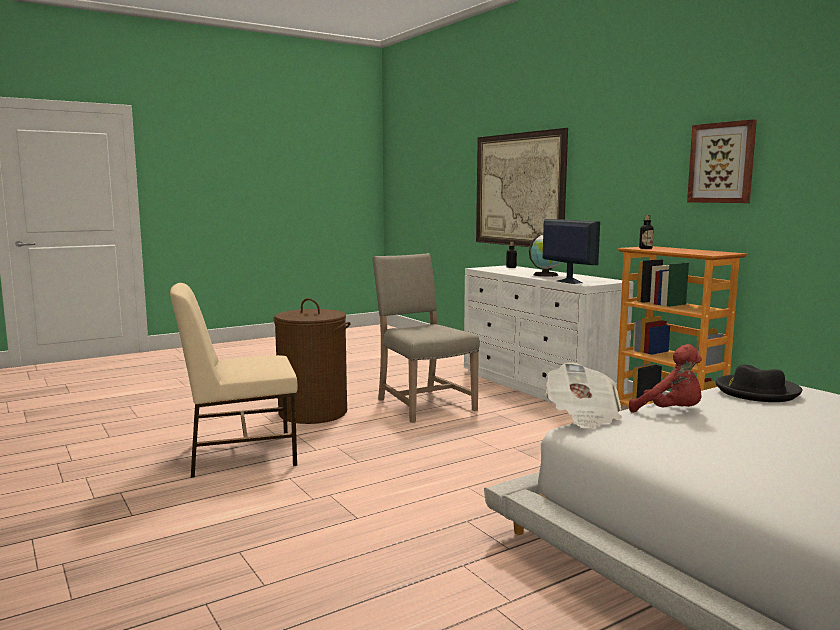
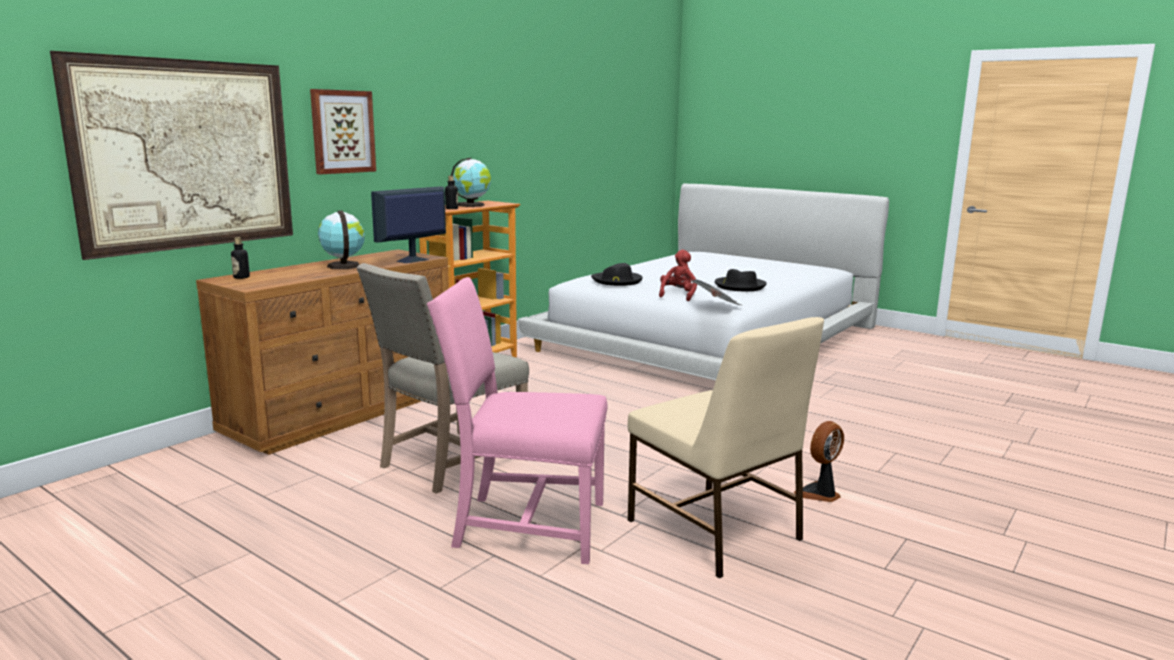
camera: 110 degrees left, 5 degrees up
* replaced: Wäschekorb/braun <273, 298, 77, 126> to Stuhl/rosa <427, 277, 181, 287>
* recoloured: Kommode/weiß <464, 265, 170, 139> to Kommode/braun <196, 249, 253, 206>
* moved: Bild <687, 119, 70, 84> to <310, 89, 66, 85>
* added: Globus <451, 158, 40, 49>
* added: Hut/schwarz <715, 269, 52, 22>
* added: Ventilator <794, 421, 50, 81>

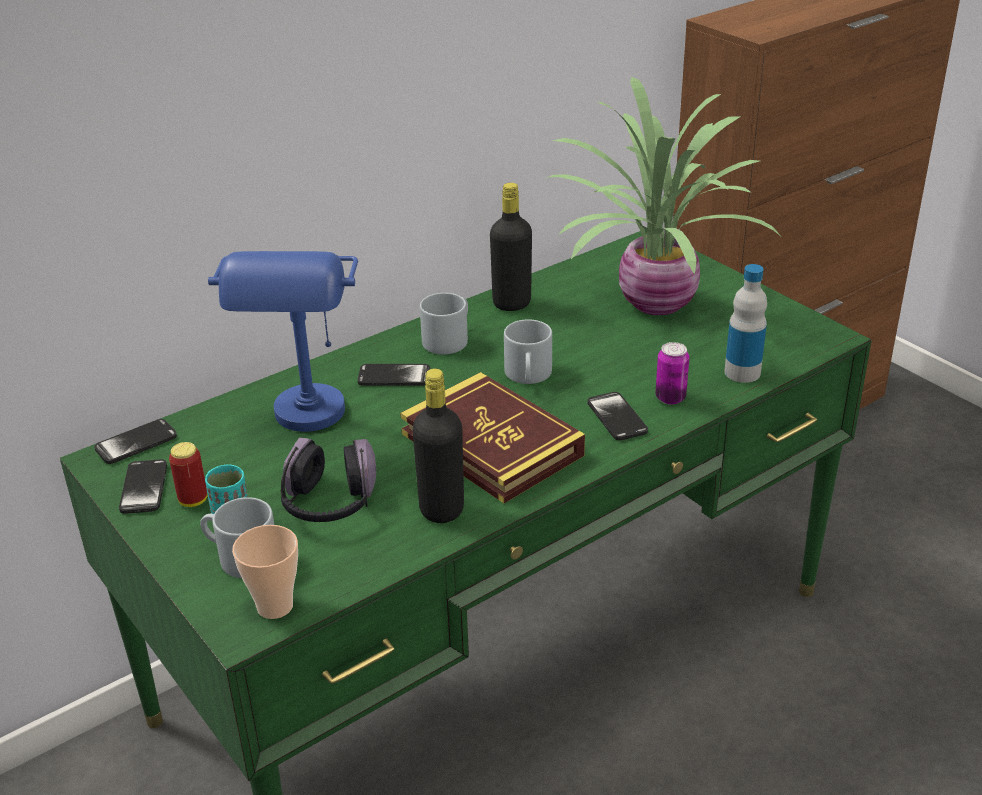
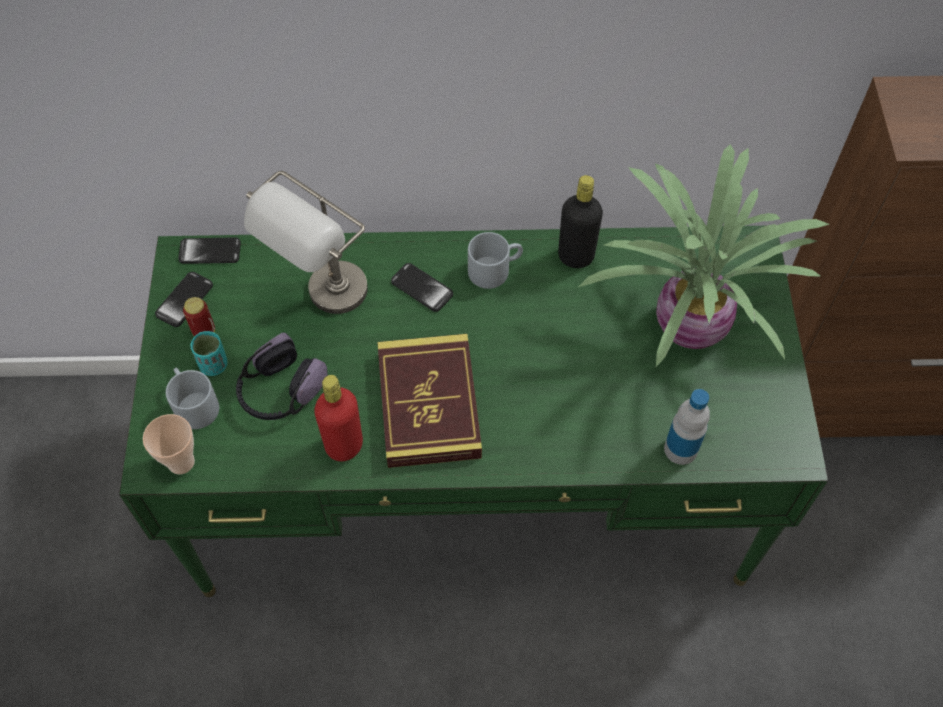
camera: 35 degrees right, 25 degrees up
* recoloured: Tischlampe/blau <208, 251, 150, 181> to Tischlampe/grau <244, 171, 124, 143>
* recoloured: Flasche/schwarz <412, 368, 52, 155> to Flasche/rot <314, 375, 49, 86>
* removed: Henkelbecher/grau <504, 320, 48, 64>
* removed: Handy <587, 392, 61, 48>
* removed: Dose <655, 342, 34, 62>

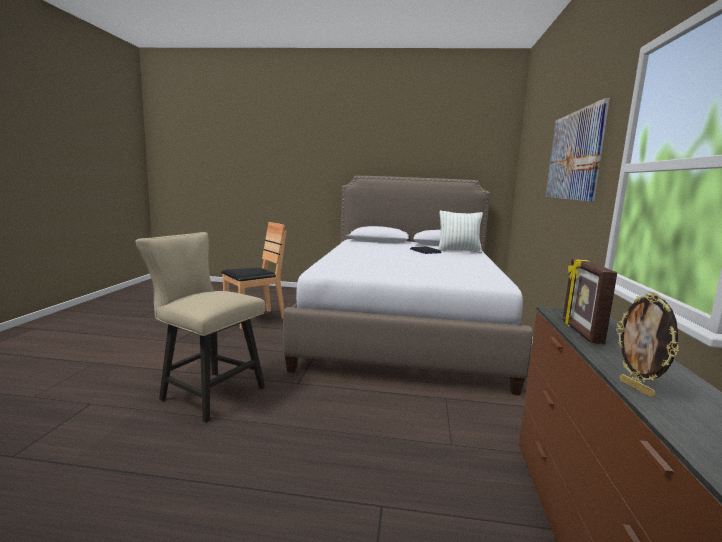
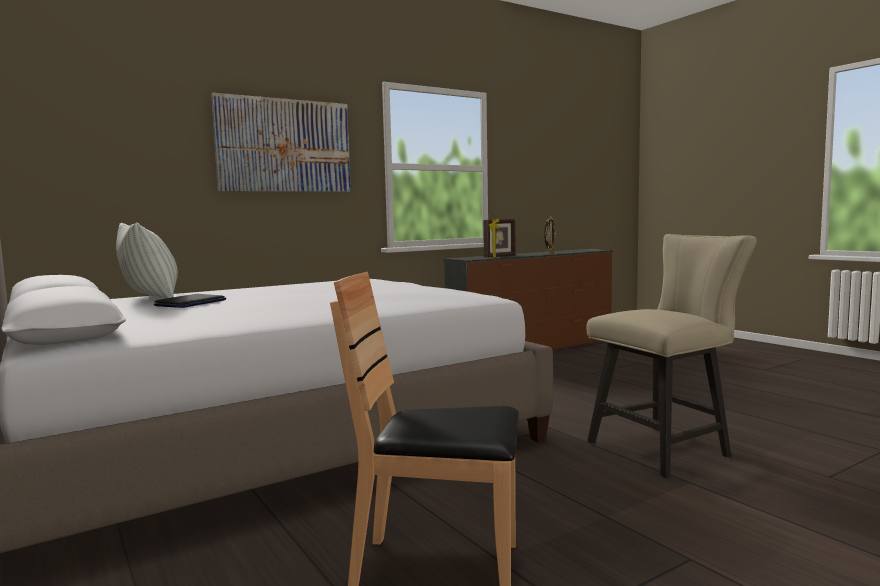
camera: 130 degrees left, 5 degrees down
* turned: Stuhl/beige <136, 232, 130, 191> = <587, 234, 170, 244> 105 degrees counterclockwise

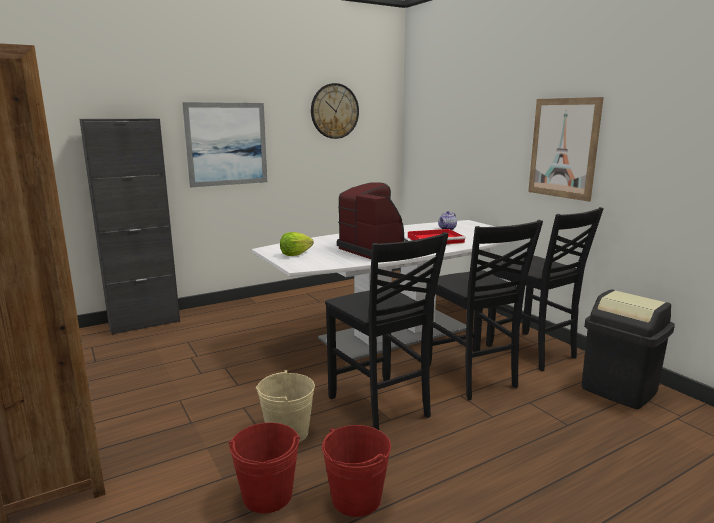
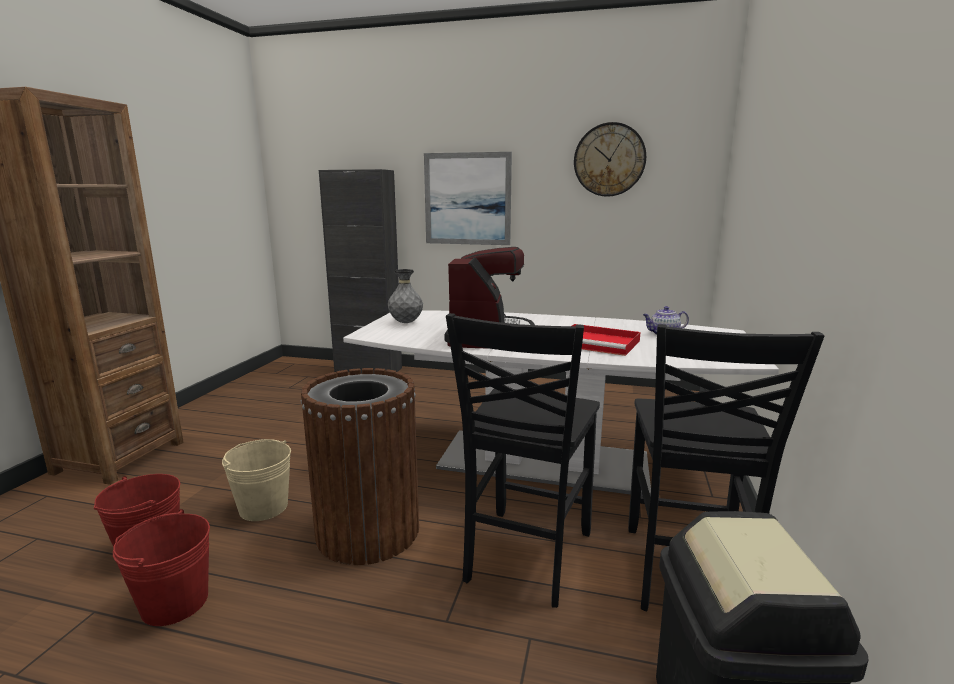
camera: 45 degrees right, 0 degrees up
* replaced: Salatkopf <280, 232, 34, 24> to Vase/grau <388, 269, 35, 54>
* replaced: Stuhl/schwarz <325, 232, 124, 198> to Mülleimer/braun <300, 368, 119, 197>
* removed: Bild <528, 97, 76, 105>

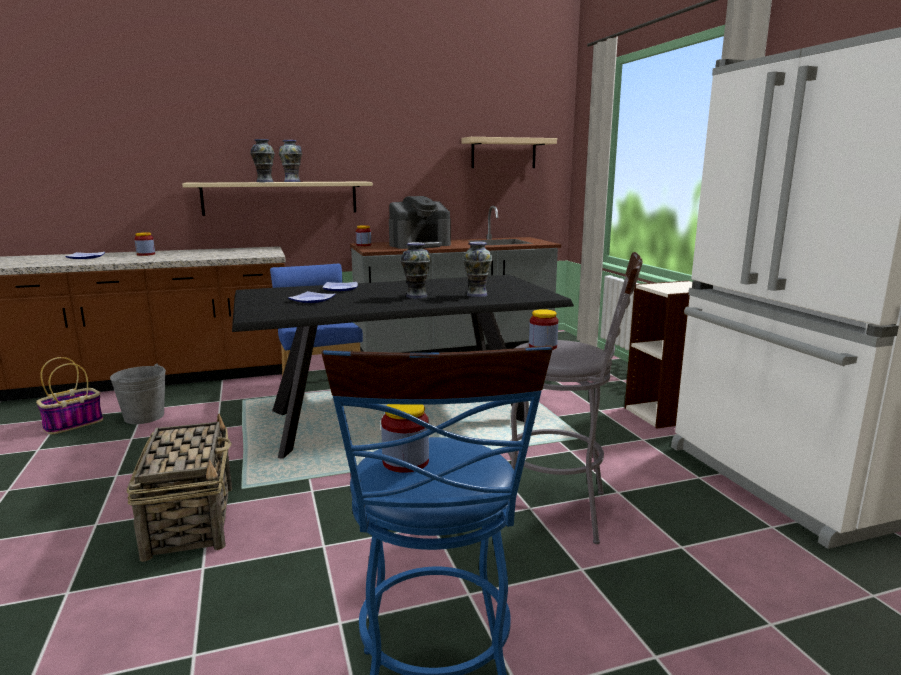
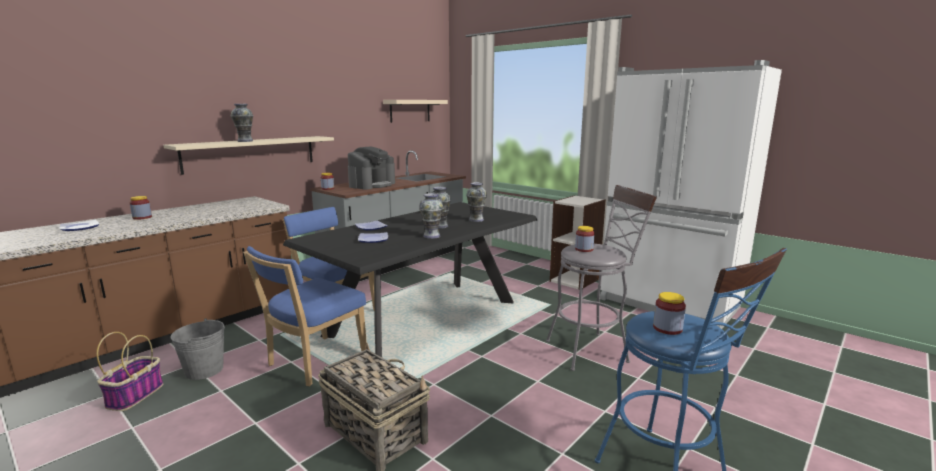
camera: 30 degrees left, 0 degrees up
* moved: Vase <279, 140, 23, 42> to <419, 193, 25, 46>
* added: Stuhl/blau <243, 246, 124, 140>

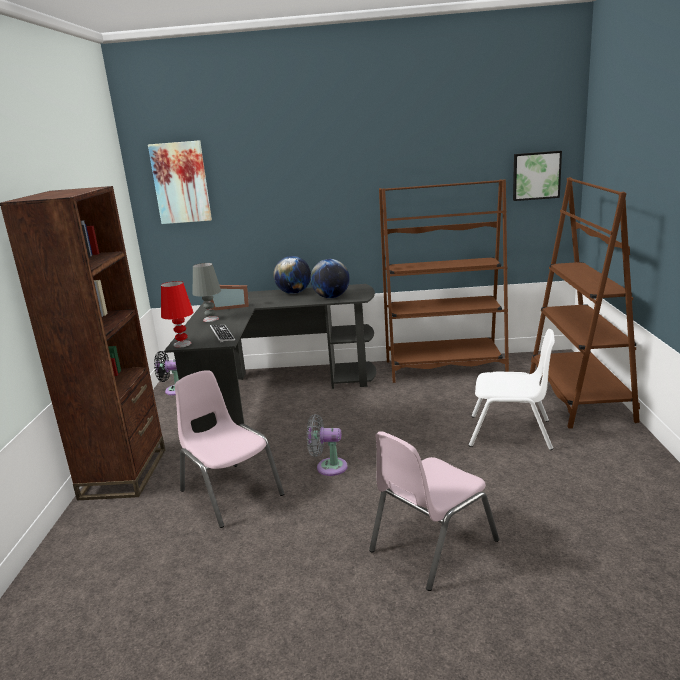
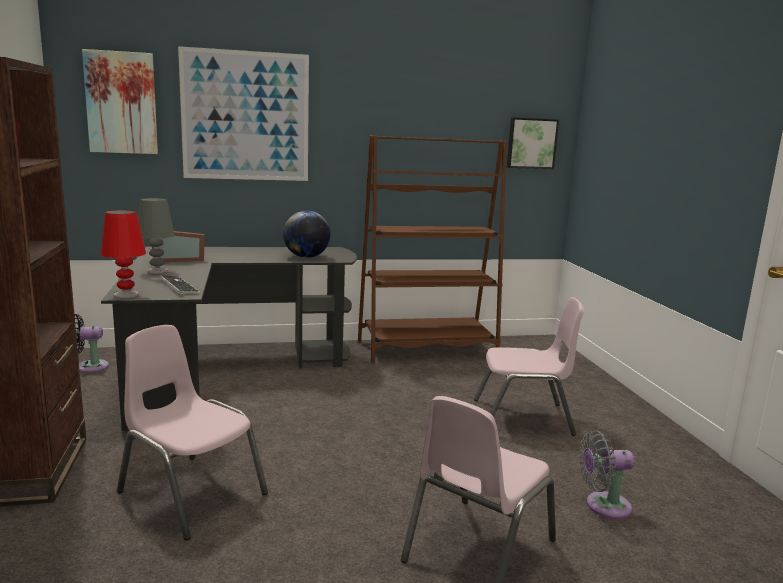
camera: 15 degrees left, 5 degrees down
* removed: Globus <273, 256, 38, 38>
* moved: Ventilator/grau <307, 414, 41, 62> to <579, 430, 56, 89>
* recoloured: Stuhl/weiß <469, 329, 86, 121> to Stuhl/rosa <474, 297, 110, 139>
* removed: Bücherregal/braun <530, 177, 110, 252>
* added: Bild <178, 46, 131, 135>

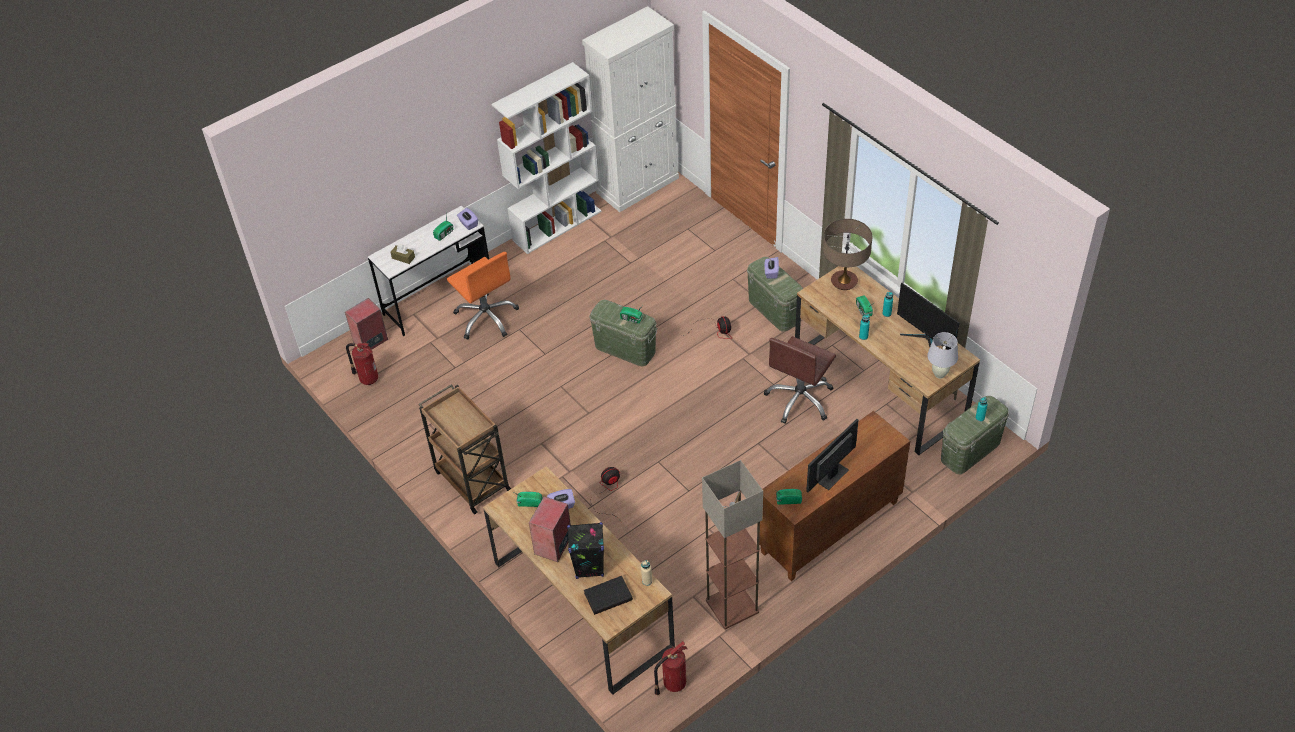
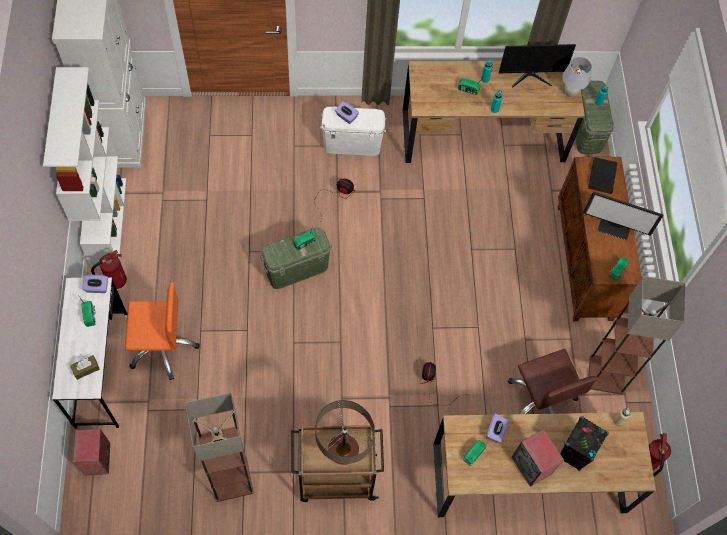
camera: 60 degrees left, 15 degrees up
* moved: Feuerlöscher <346, 343, 32, 42> to <91, 250, 36, 39>
* moved: Buch/schwarz <584, 576, 49, 39> to <588, 157, 29, 37>
* recoloured: Aufbewahrungsbox/grün <747, 257, 56, 75> to Aufbewahrungsbox/weiß <320, 107, 66, 49>
* moved: Bürostuhl/braun <764, 336, 72, 88> to <508, 349, 91, 65>
* turned: Monitor <806, 419, 52, 73> = <583, 191, 81, 49> 60 degrees counterclockwise
* moved: Tischlampe <823, 219, 49, 71> to <315, 400, 60, 65>
* added: Stehlampe <185, 393, 69, 109>

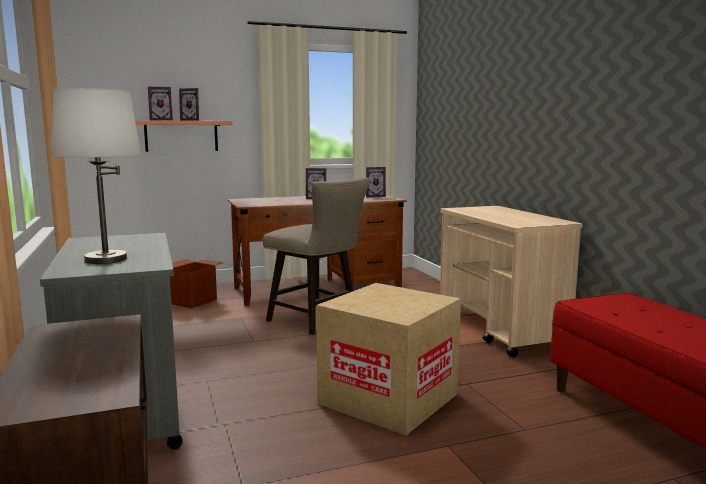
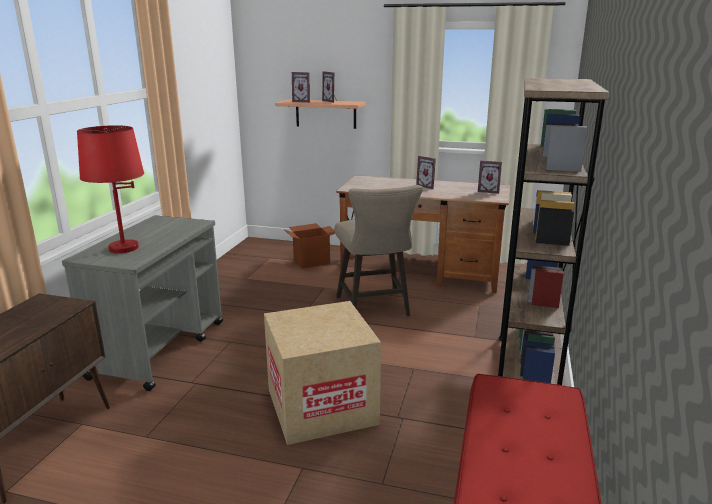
camera: 35 degrees right, 10 degrees up
* recoloured: Tischlampe/weiß <51, 88, 90, 176> to Tischlampe/rot <77, 125, 67, 128>
* replaced: Rollwagen/beige <440, 206, 143, 151> to Bücherregal/braun <498, 78, 112, 307>

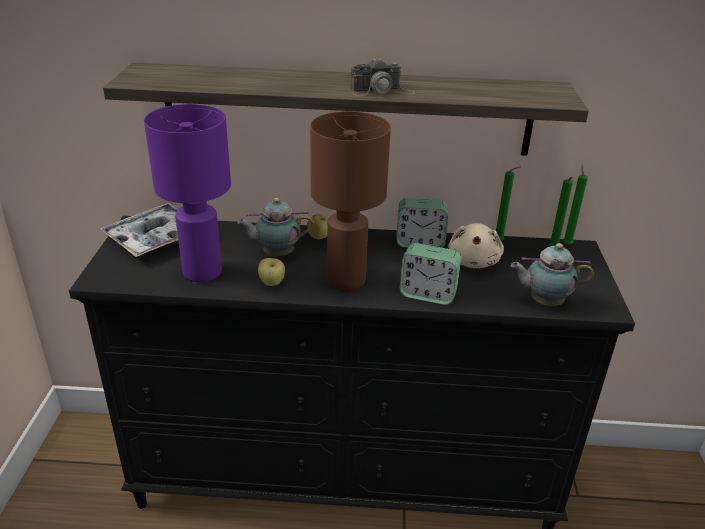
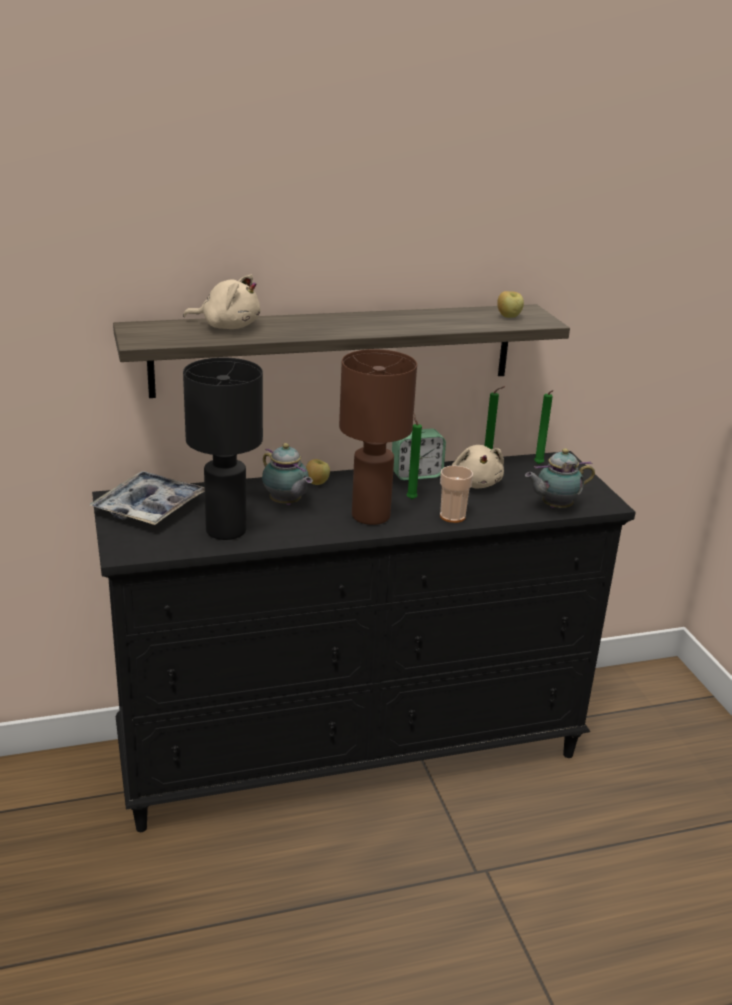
camera: 20 degrees left, 5 degrees down
* recoloured: Tischlampe/lila <144, 104, 87, 178> to Tischlampe/schwarz <183, 357, 80, 183>
* turned: Teekanne <237, 198, 77, 58> = <262, 443, 51, 62> 105 degrees counterclockwise
* moved: Apfel <258, 258, 27, 28> to <497, 291, 27, 27>
* removed: Kamera <350, 58, 66, 38>
* replaced: Wecker <399, 243, 62, 62> to Tasse <440, 466, 33, 57>
* moved: Kerze/grün <563, 164, 25, 81> to <407, 414, 15, 85>
* added: Plüschtier/beige <183, 275, 77, 54>

